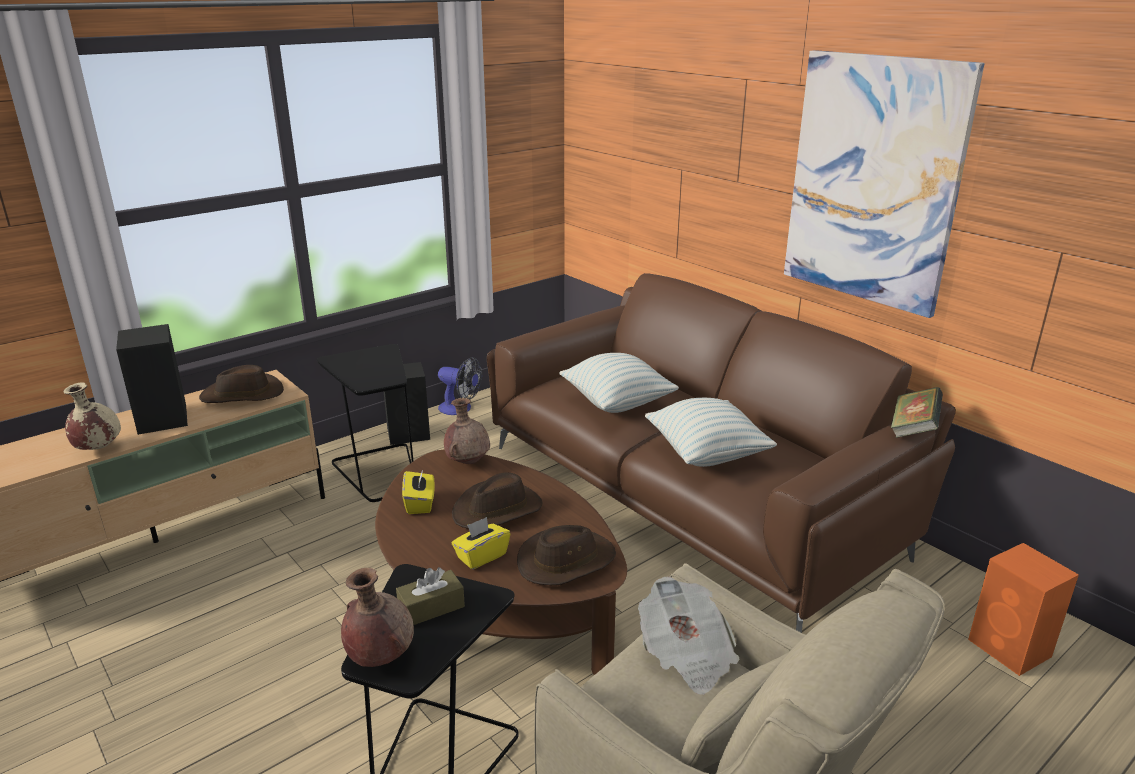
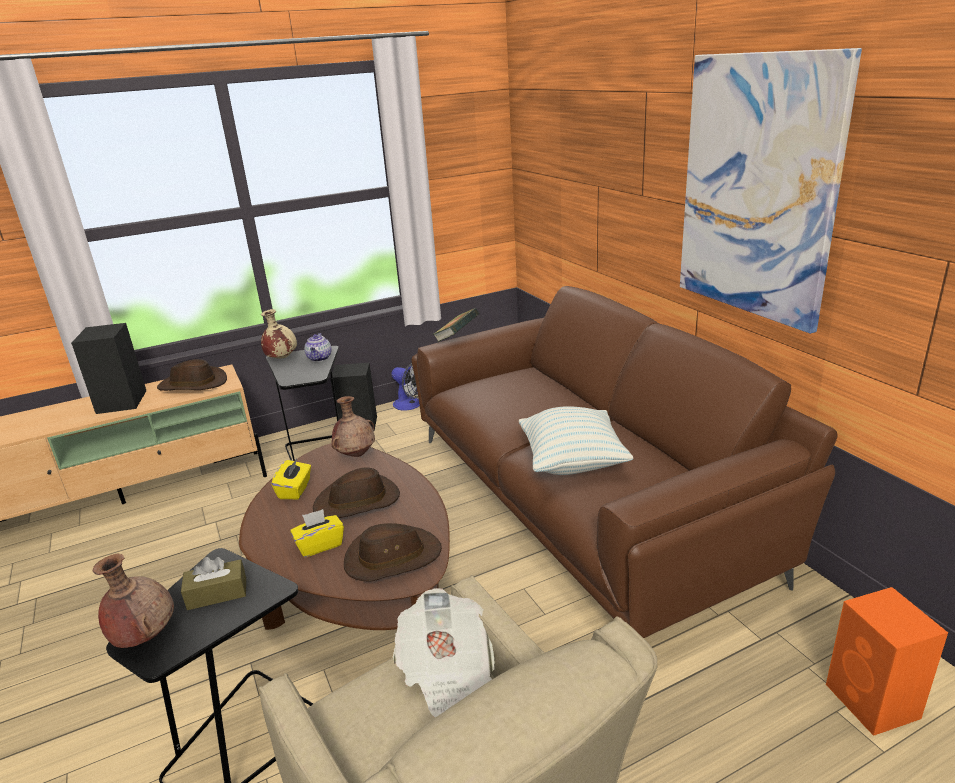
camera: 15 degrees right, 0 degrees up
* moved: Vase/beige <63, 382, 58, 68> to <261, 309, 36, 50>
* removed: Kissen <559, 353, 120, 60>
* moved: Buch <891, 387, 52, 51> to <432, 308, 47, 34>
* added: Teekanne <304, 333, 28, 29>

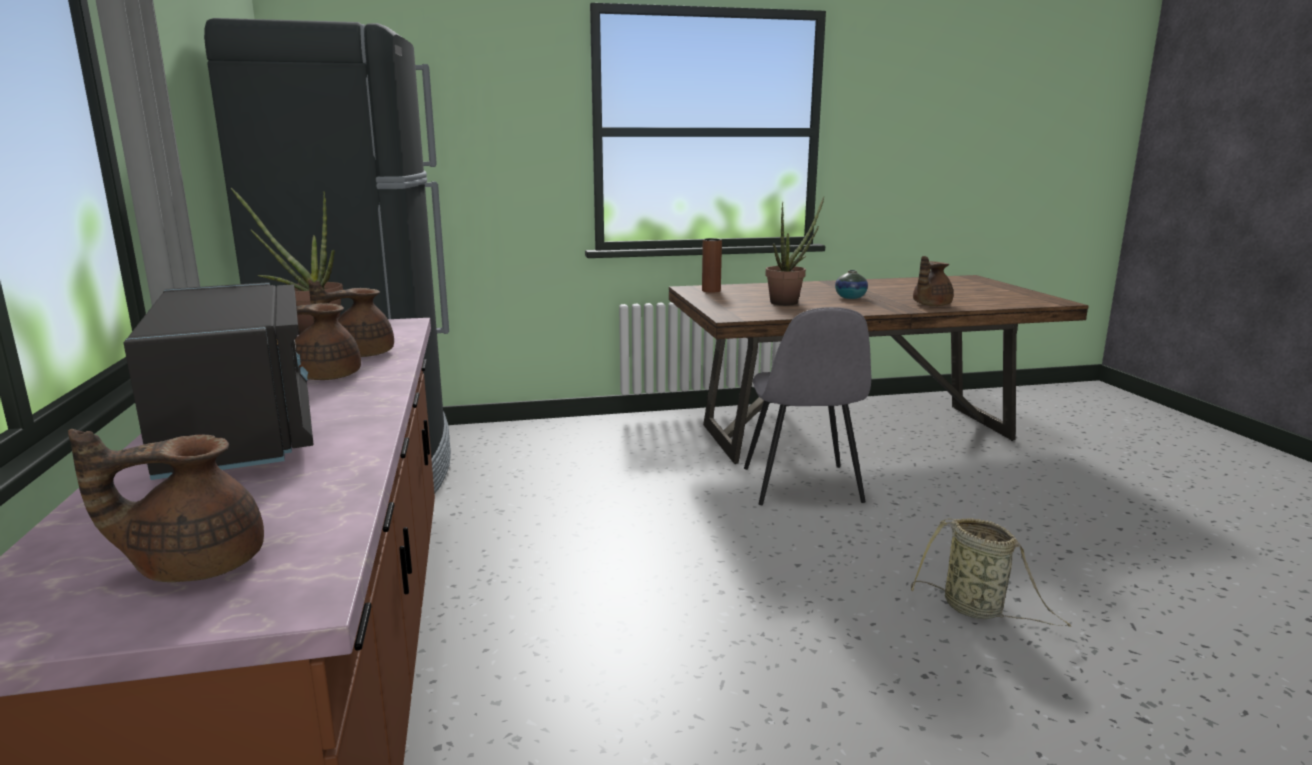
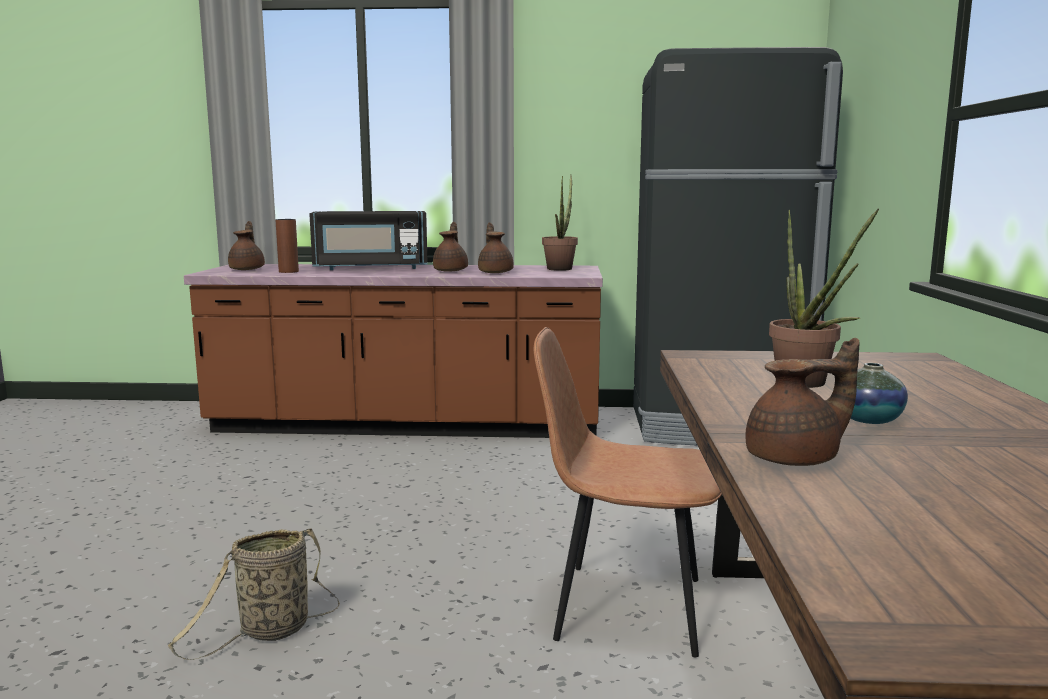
camera: 105 degrees right, 5 degrees down
* moved: Vase/braun <702, 238, 20, 55> to <276, 219, 23, 54>
* recoloured: Stuhl/grau <744, 307, 127, 198> to Stuhl/braun <534, 327, 188, 330>
* turned: Teekanne/braun <913, 256, 40, 50> = <745, 338, 115, 128> 105 degrees clockwise

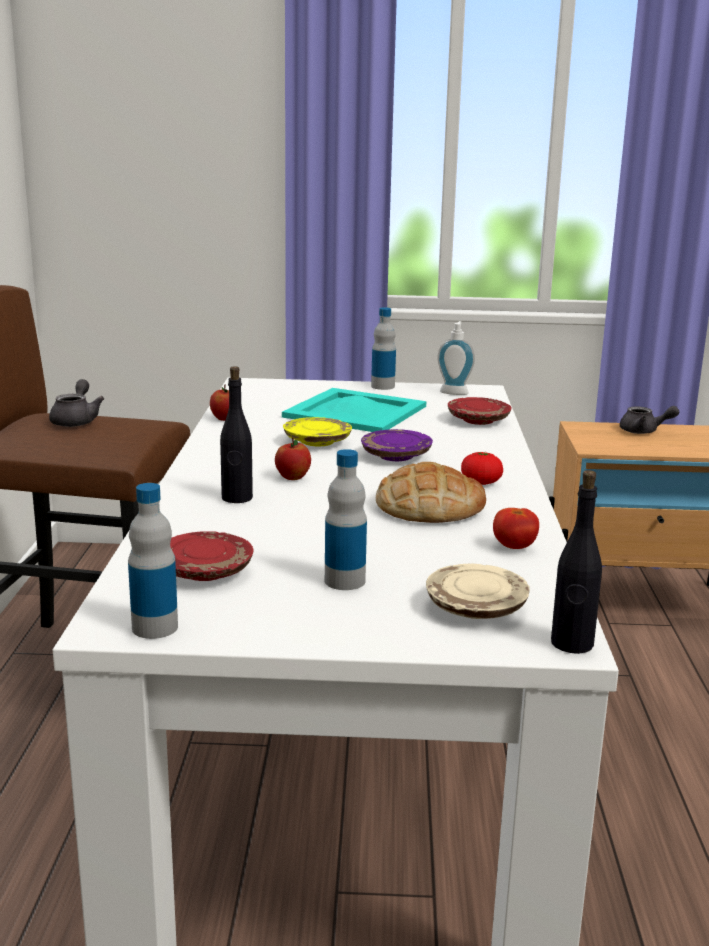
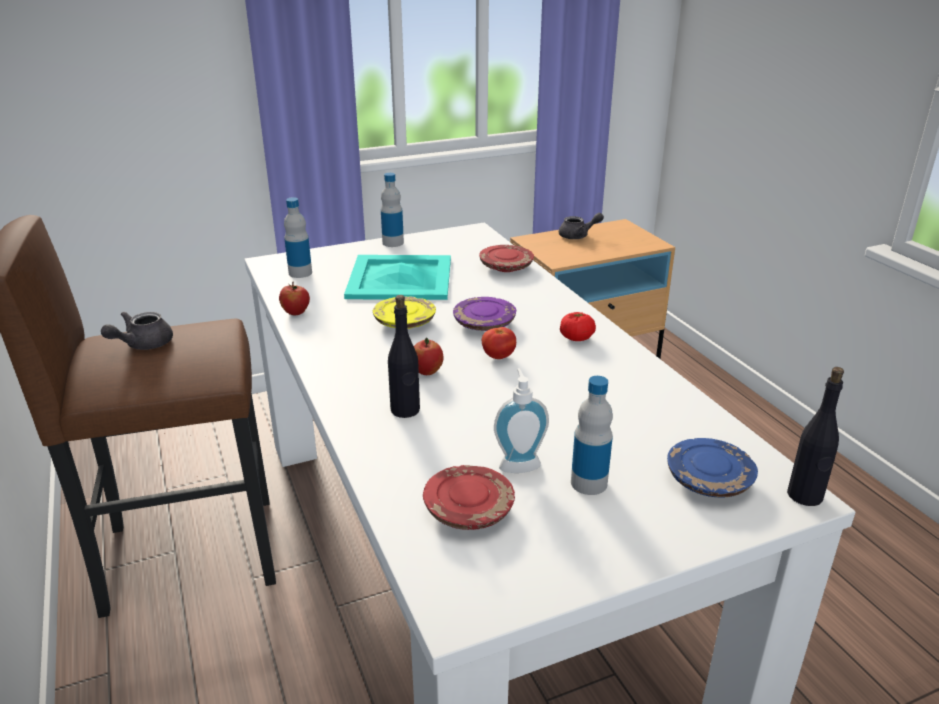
camera: 25 degrees left, 10 degrees up
* turned: Teekanne/grau <49, 379, 55, 48> = <101, 312, 72, 38> 120 degrees counterclockwise
* moved: Flasche <128, 483, 50, 156> to <284, 197, 28, 81>
* removed: Brot <376, 462, 110, 61>
* recoloured: Teller/beige <426, 564, 104, 55> to Teller/blau <667, 438, 91, 60>
* moved: Seifenspender <437, 321, 38, 74> to <494, 368, 55, 105>
* moved: Tomate <493, 508, 46, 41> to <482, 327, 34, 32>

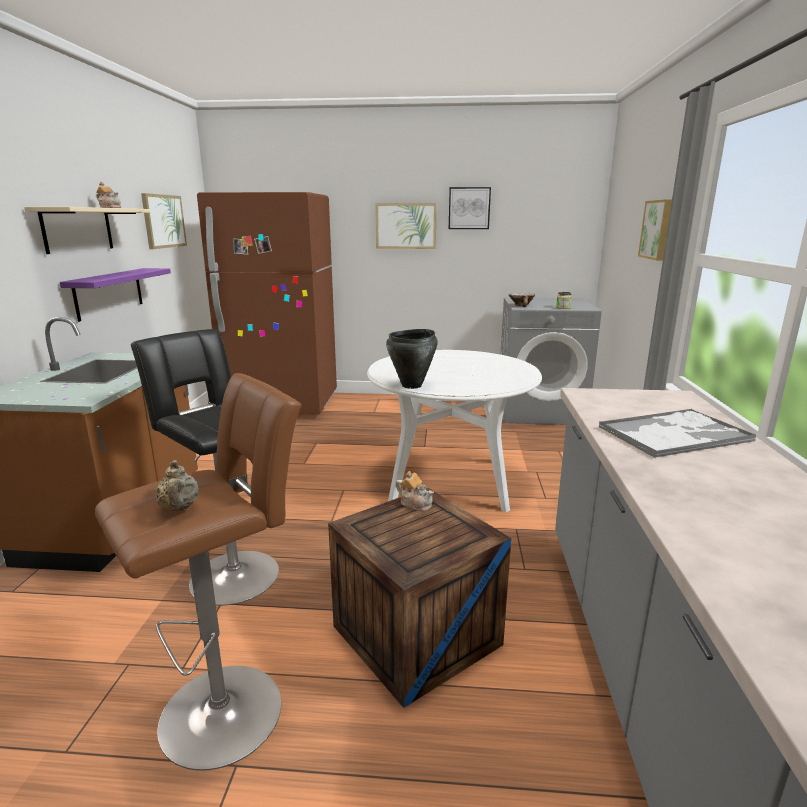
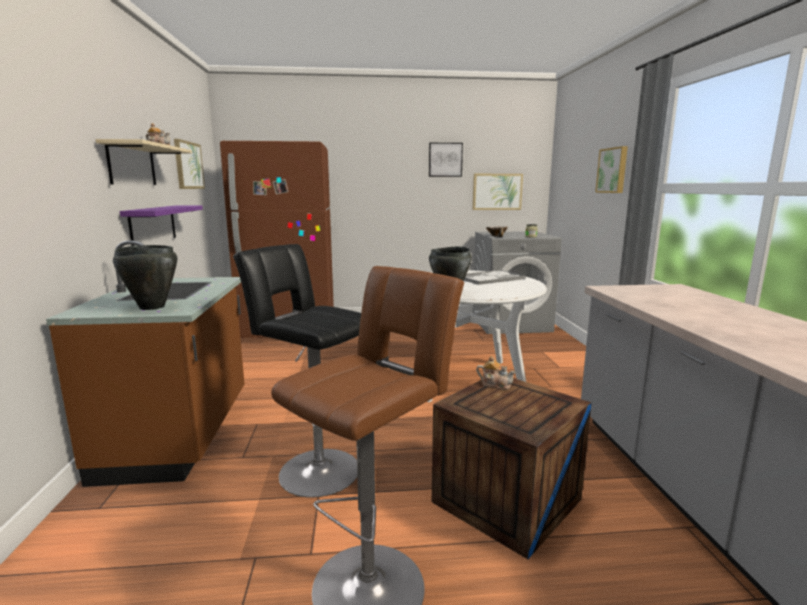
camera: 10 degrees left, 5 degrees down
* removed: Teekanne/beige <155, 460, 44, 51>
* moved: Bild <375, 203, 62, 46> to <473, 174, 50, 36>
* moved: Tablett <599, 409, 158, 49> to <464, 270, 62, 15>
* added: Kochtopf/schwarz <113, 245, 64, 65>

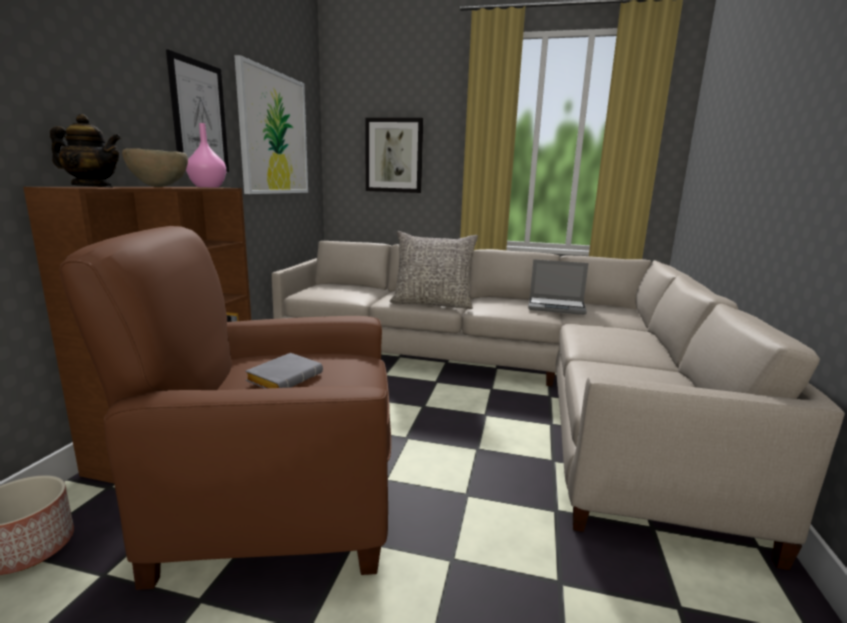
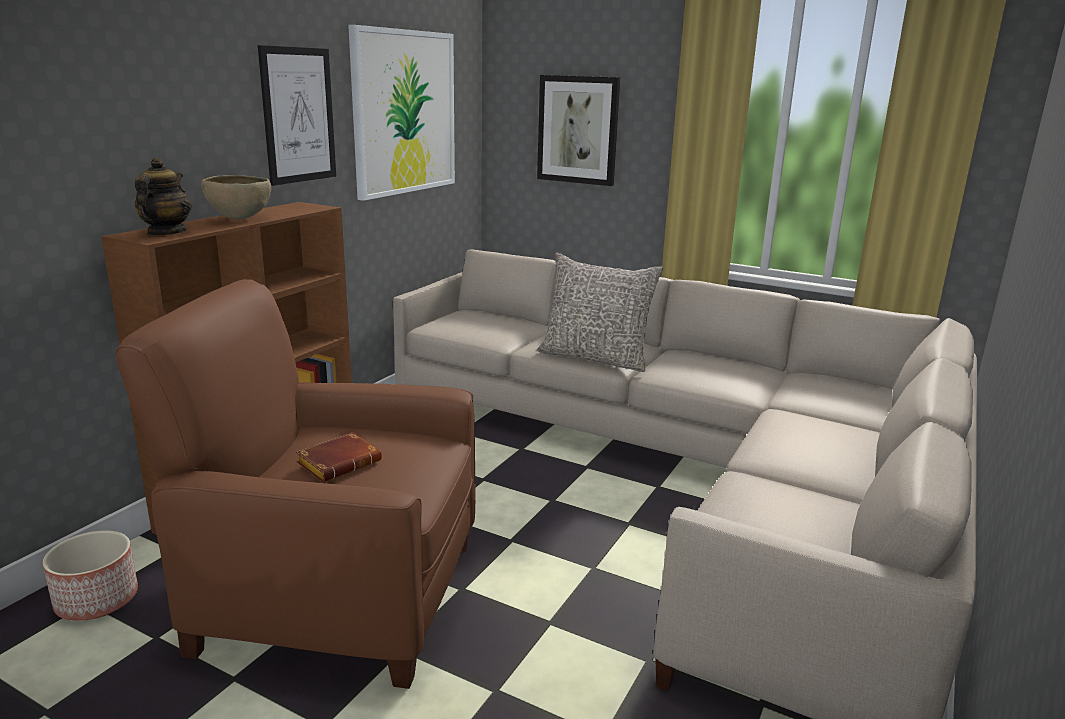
camera: 15 degrees right, 5 degrees up
* turned: Teekanne <50, 114, 71, 73> = <135, 157, 57, 78> 105 degrees counterclockwise
* removed: Vase/rosa <186, 123, 40, 65>
* recoloured: Buch/grau <245, 353, 78, 36> to Buch/braun <296, 432, 86, 50>
* removed: Laptop <528, 259, 61, 56>

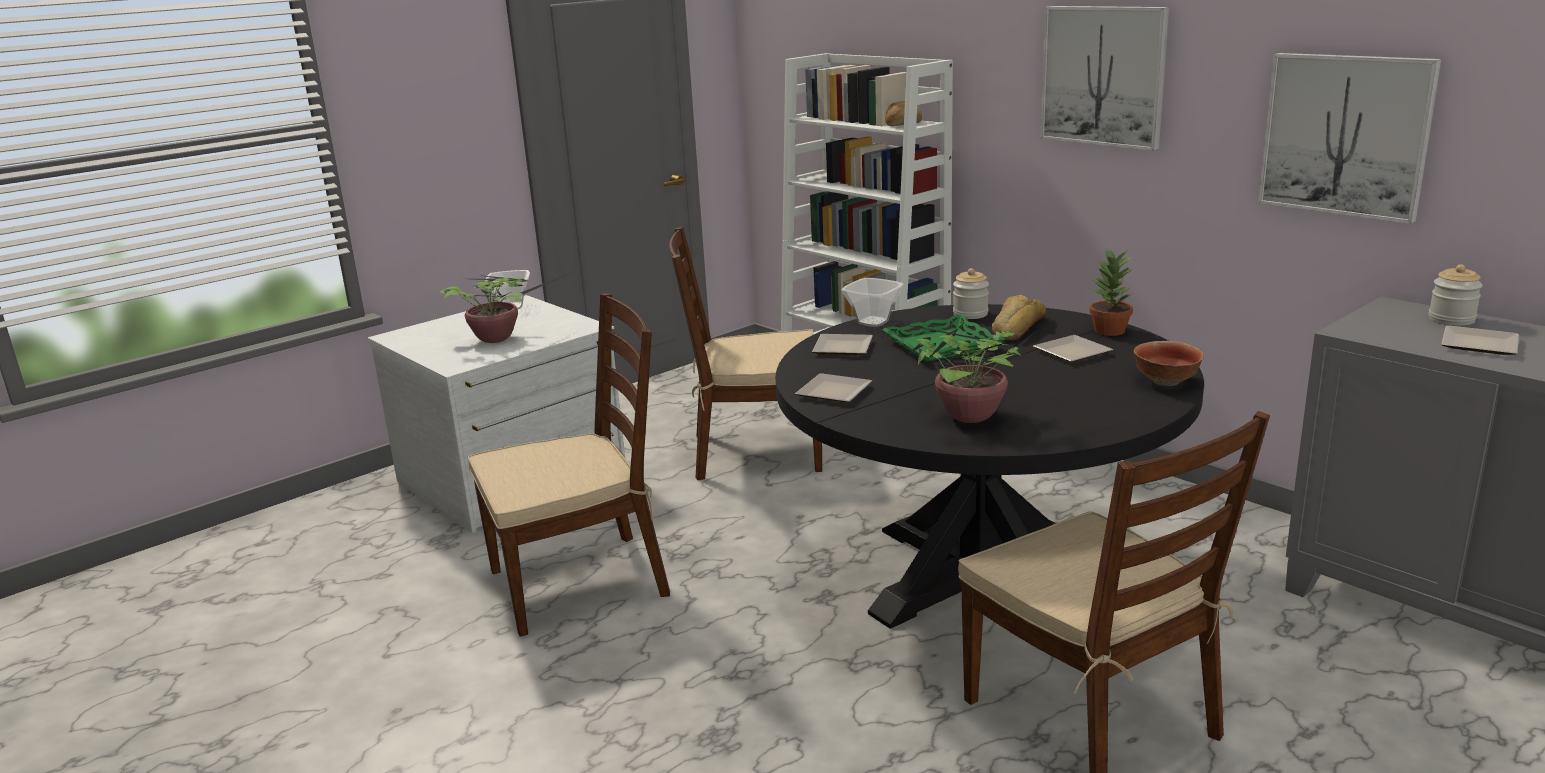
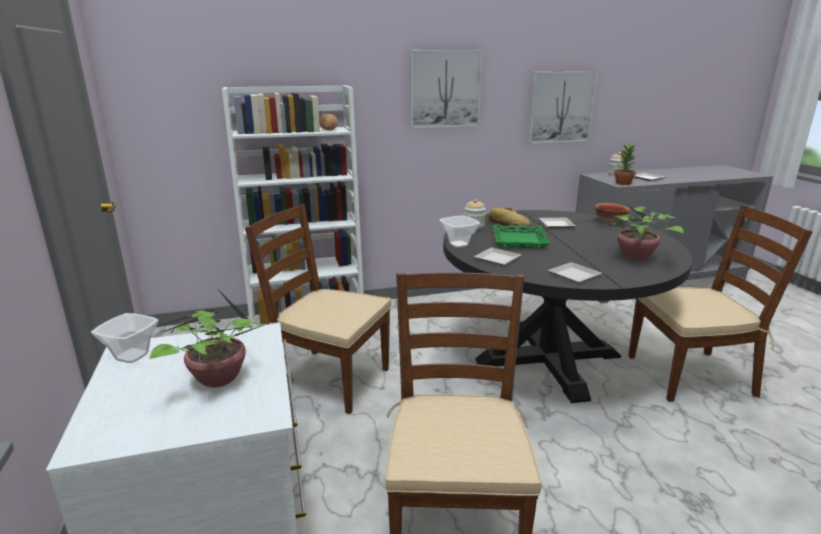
camera: 65 degrees left, 0 degrees up
* turned: Stuhl/braun <669, 227, 153, 254> = <245, 204, 146, 210> 90 degrees clockwise
* moved: Topfpflanze <1089, 249, 44, 87> to <614, 142, 22, 43>

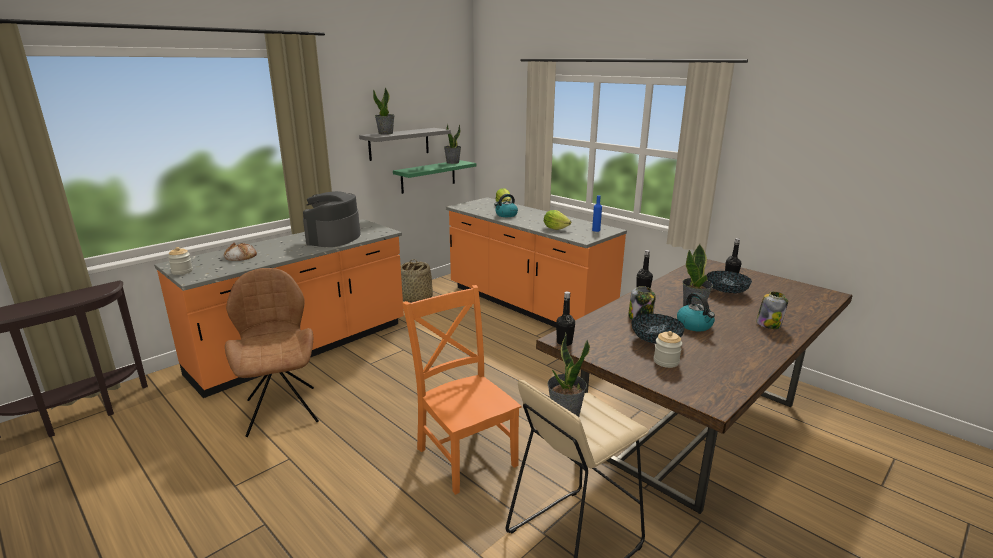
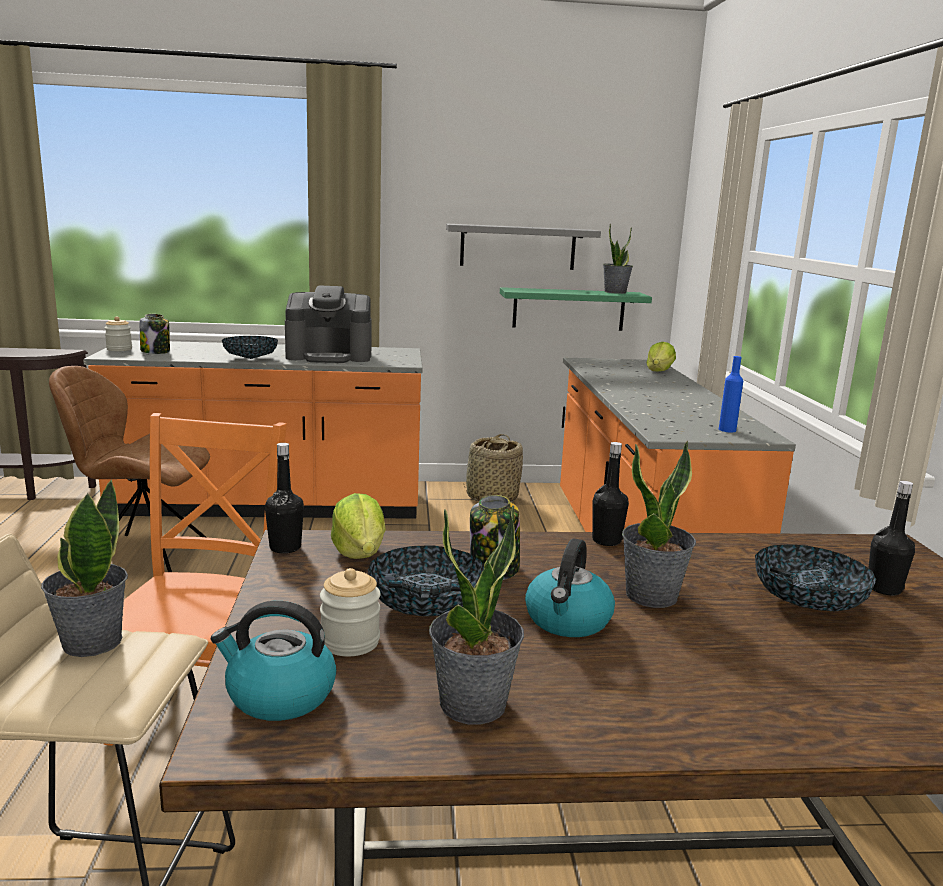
camera: 40 degrees right, 5 degrees down
* removed: Brot <224, 242, 33, 19>
* turned: Stuhl/braun <225, 268, 94, 169> = <49, 366, 161, 206> 105 degrees counterclockwise
* turned: Kaffeemaschine <303, 191, 58, 56> = <285, 286, 87, 77> 150 degrees counterclockwise
* moved: Topfpflanze <373, 87, 22, 48> to <429, 505, 95, 220>
* moved: Wasserkessel <494, 194, 24, 23> to <211, 601, 125, 120>
* moved: Salatkopf <544, 210, 27, 20> to <331, 493, 55, 66>
* moved: Vorratsglas <756, 292, 32, 37> to <140, 314, 30, 40>
* added: Schüssel <222, 336, 56, 23>

